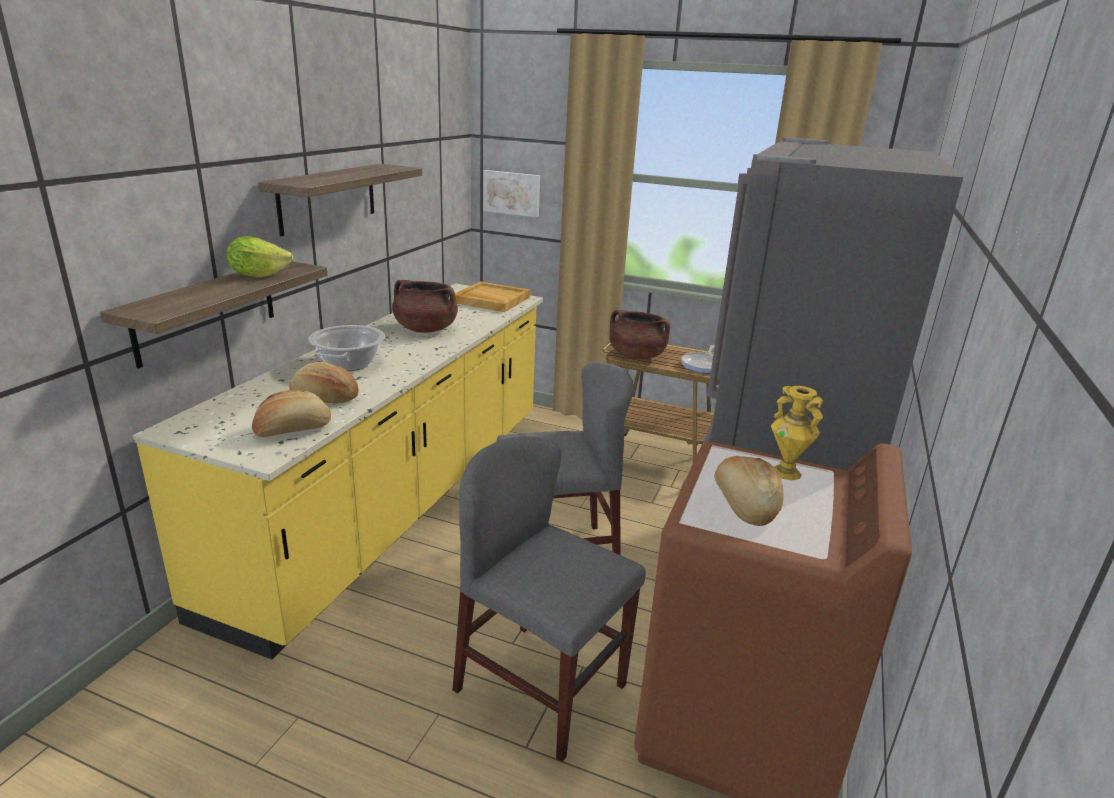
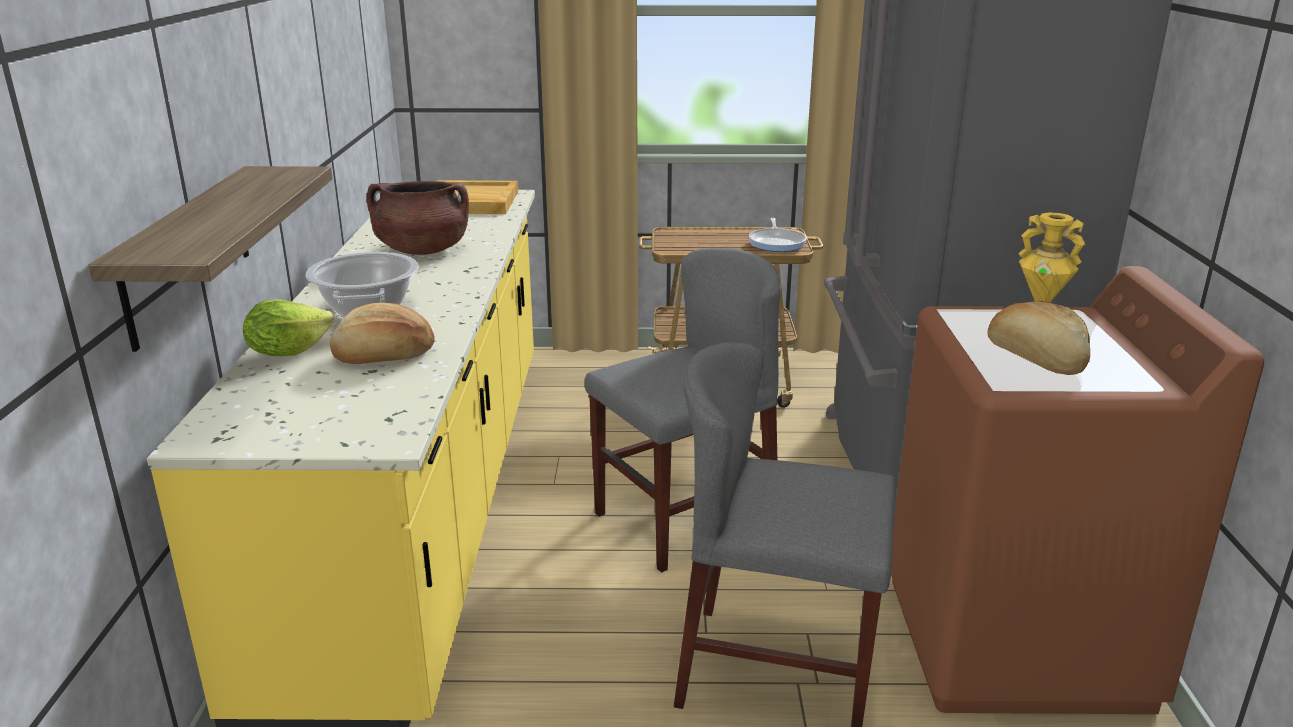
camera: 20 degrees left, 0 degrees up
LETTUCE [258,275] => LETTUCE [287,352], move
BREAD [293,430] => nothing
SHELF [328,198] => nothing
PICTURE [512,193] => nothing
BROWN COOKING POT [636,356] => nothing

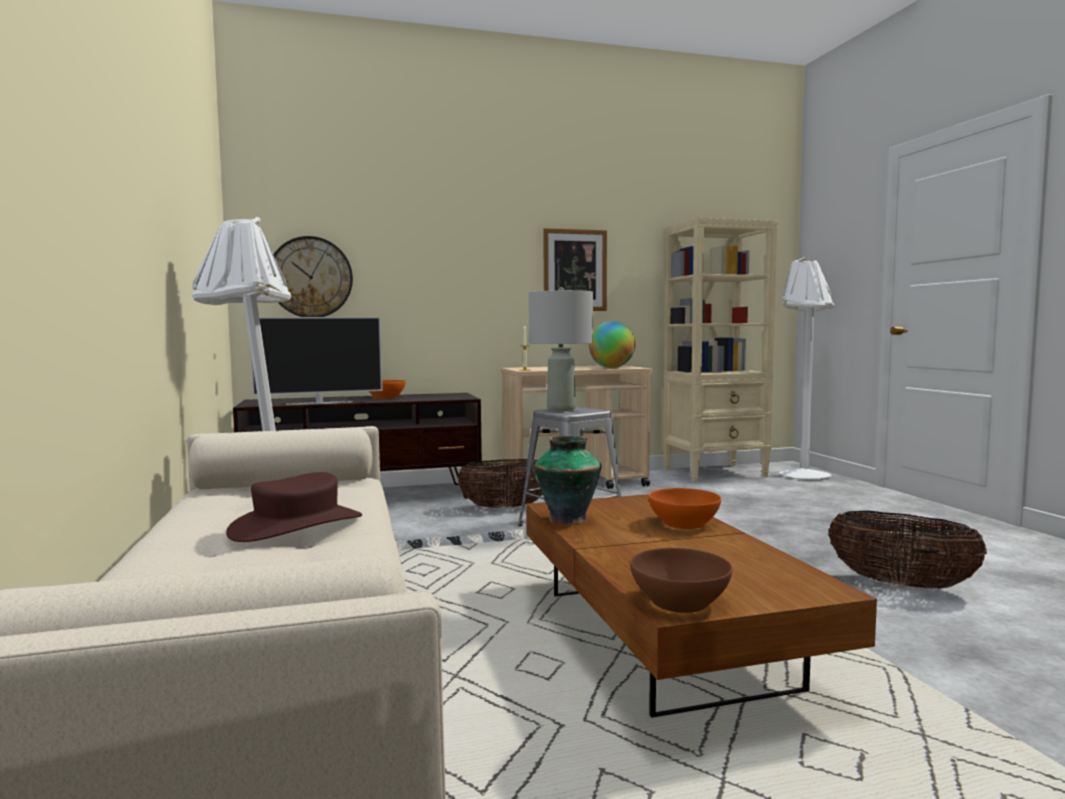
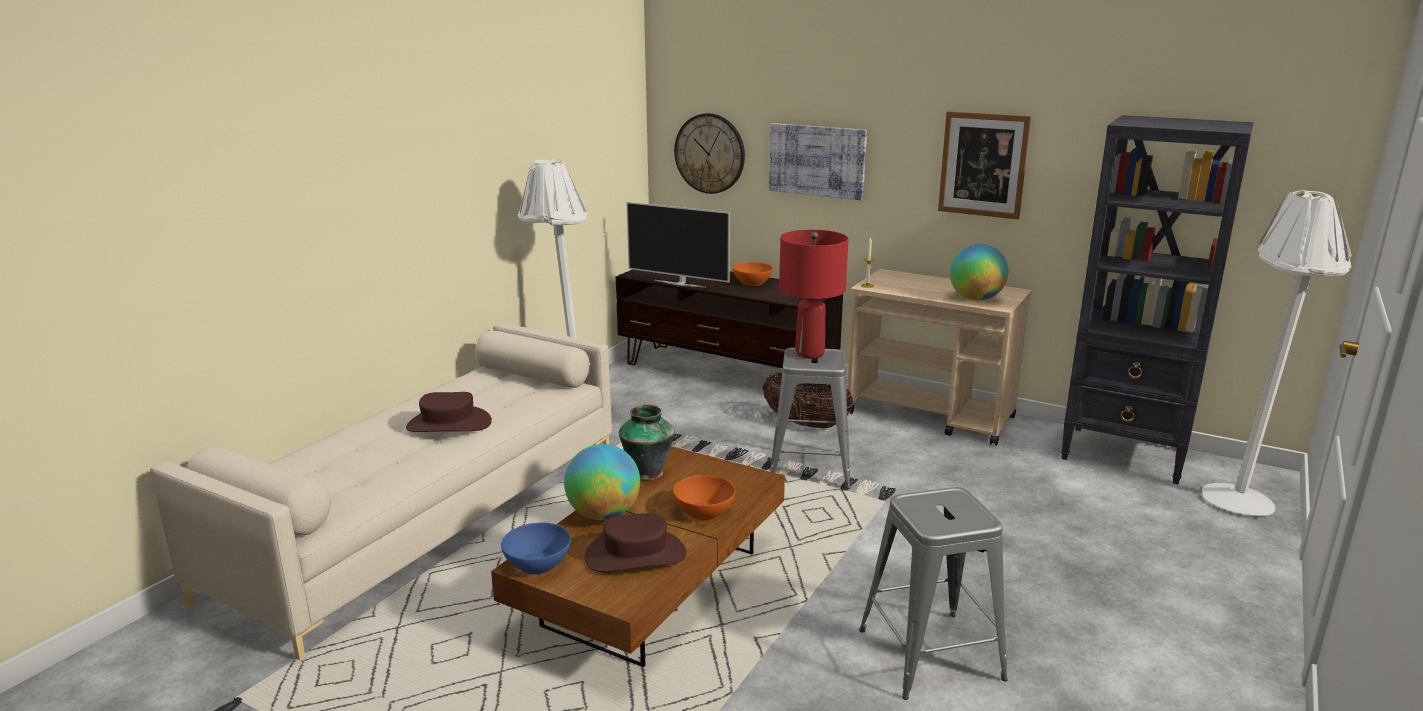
camera: 45 degrees right, 15 degrees up
GREY TABLE LAMP [561,409] => RED TABLE LAMP [810,353]
BROWN BOWL [679,602] => BLUE BOWL [537,563]
BEIGE BOOKCASE [715,473] => BLACK BOOKCASE [1125,455]
BASKET [901,585] => GREY STOOL [930,654]
nothing => GLOBE [603,514]
nothing => BROWN HAT [635,555]
nothing => PICTURE [817,160]

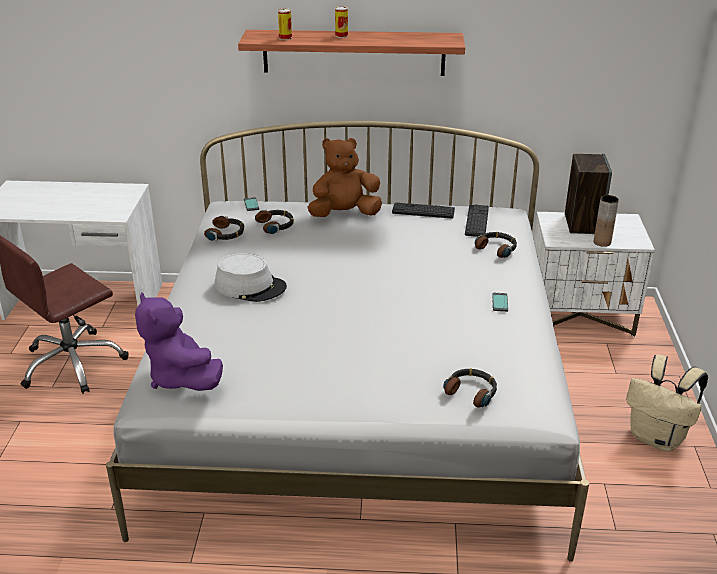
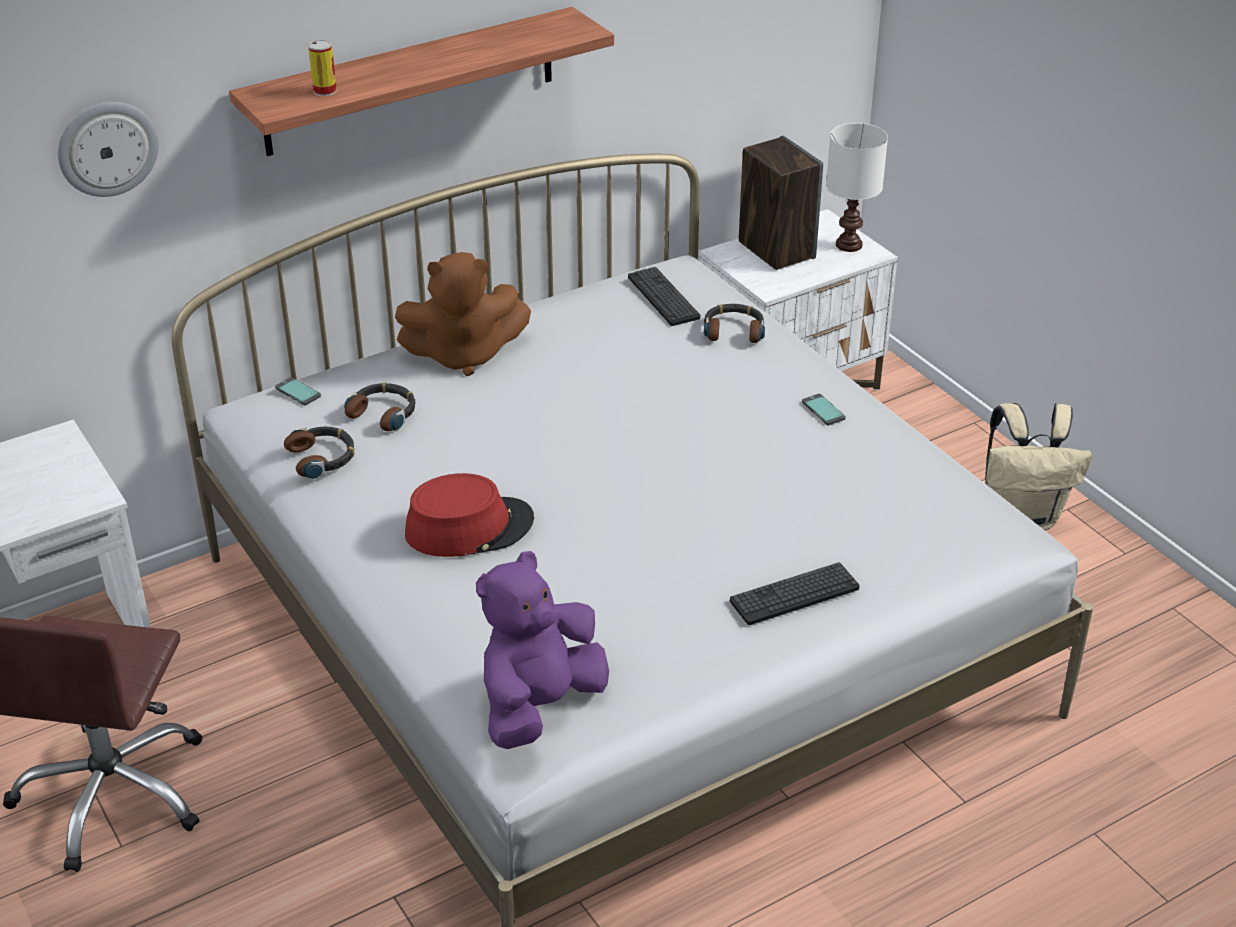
camera: 35 degrees left, 5 degrees up
PURPLE PLUSH TOY [181,377] => PURPLE PLUSH TOY [539,706], 105 degrees clockwise
GREY HAT [250,286] => RED HAT [469,527]
BROWN PLUSH TOY [344,214] => BROWN PLUSH TOY [463,355], 135 degrees counterclockwise
CAN [341,36] => nothing
KEYBOARD [423,211] => KEYBOARD [794,595], move
HEADPHONES [471,391] => nothing
BROWN VASE [602,242] => nothing
nothing => WALL CLOCK [107,148]
nothing => WHITE TABLE LAMP [849,245]

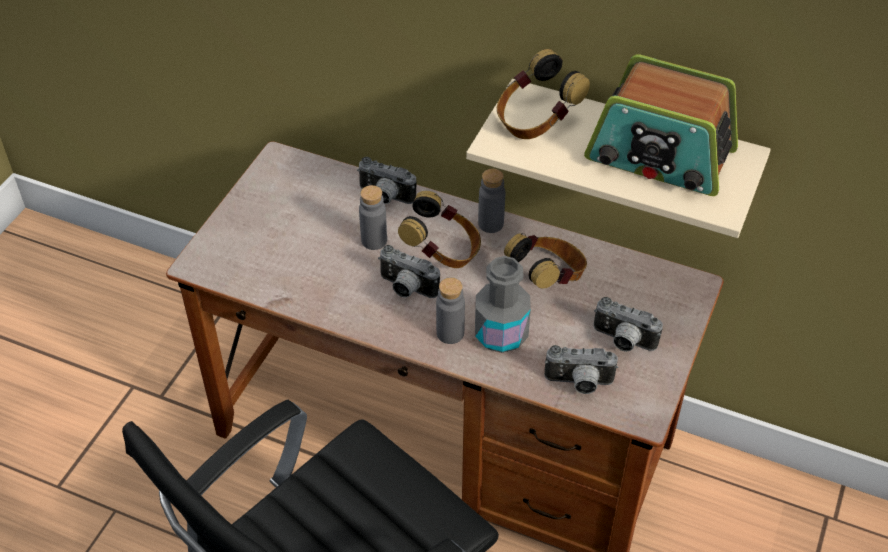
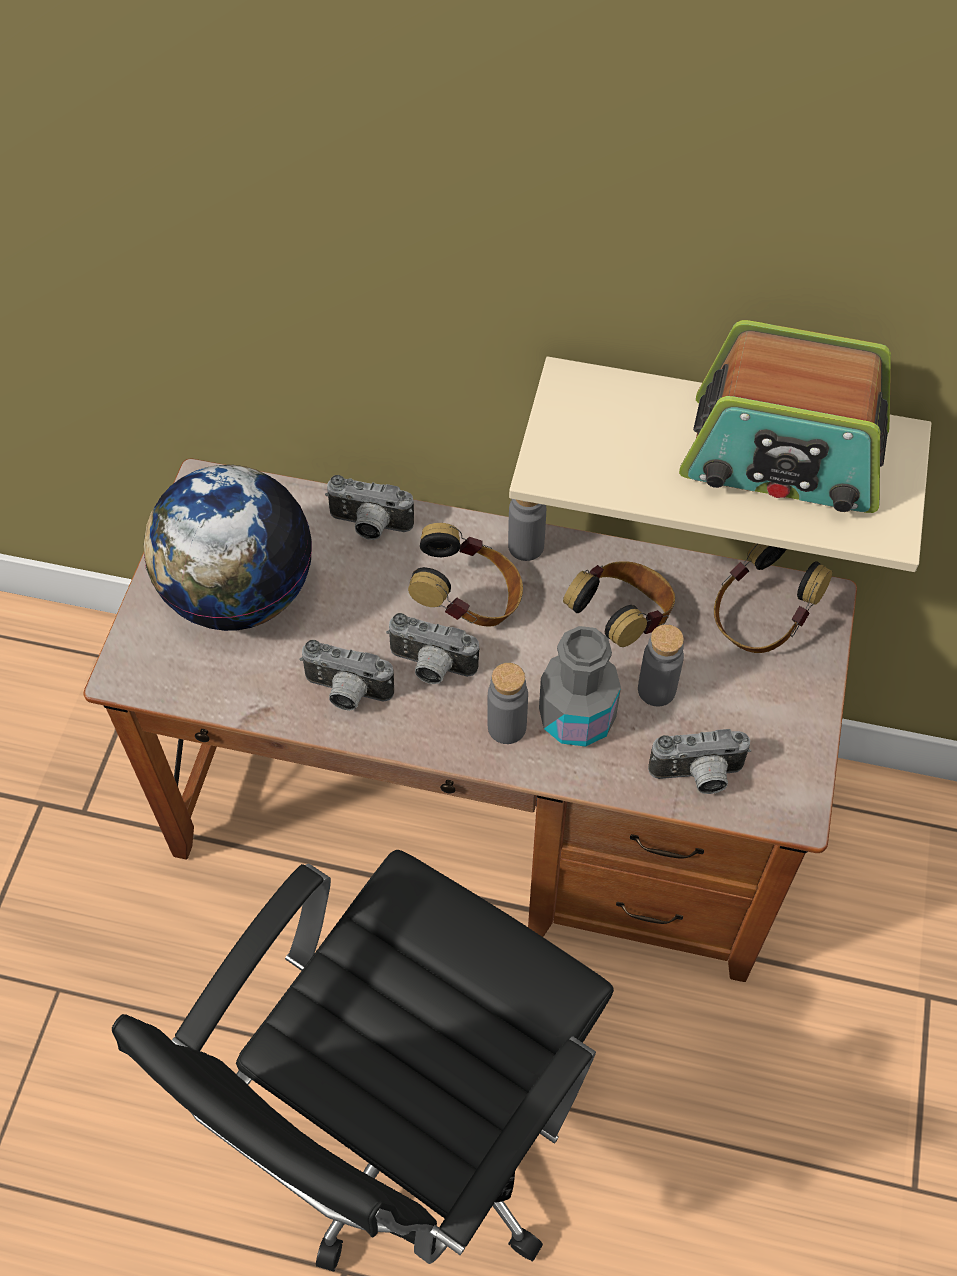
camera: 10 degrees left, 10 degrees up
GREY BOTTLE [374,240] => GREY BOTTLE [656,690], move
HEADPHONES [536,121] => HEADPHONES [759,619], move
PHOTO CAMERA [622,342] => PHOTO CAMERA [346,693], move
nothing => GLOBE [239,593]

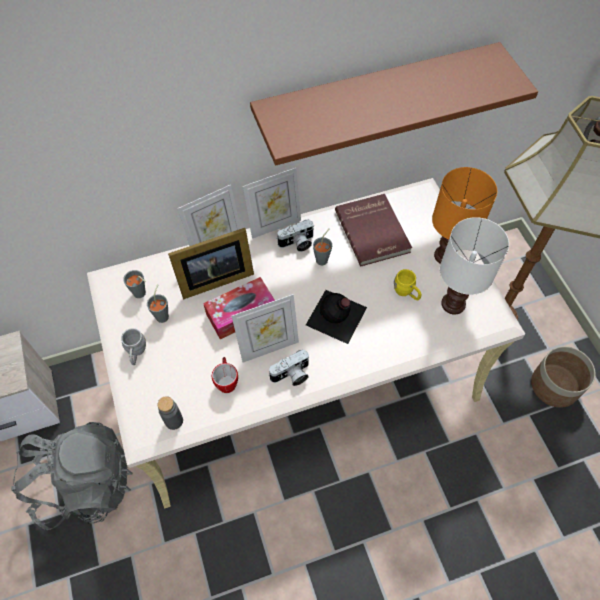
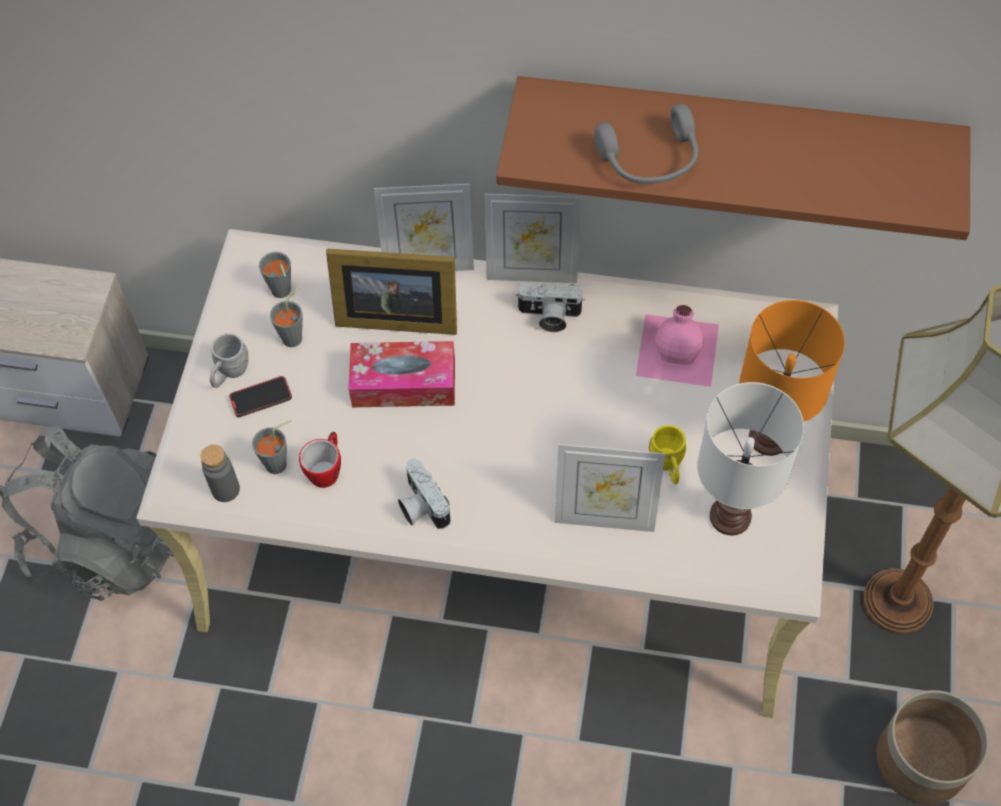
camera: 30 degrees right, 0 degrees up
PICTURE FRAME [268,347] => PICTURE FRAME [604,517], move
PHOTO CAMERA [292,375] => PHOTO CAMERA [420,506], 60 degrees clockwise
BLACK BOTTLE [336,317] => nothing
GREY CUP [323,258] => GREY CUP [280,462], move
RED BOOK [373,231] => PINK BOTTLE [679,349]
nothing => PHONE [261,398]
nothing => GREY HEADPHONES [650,161]

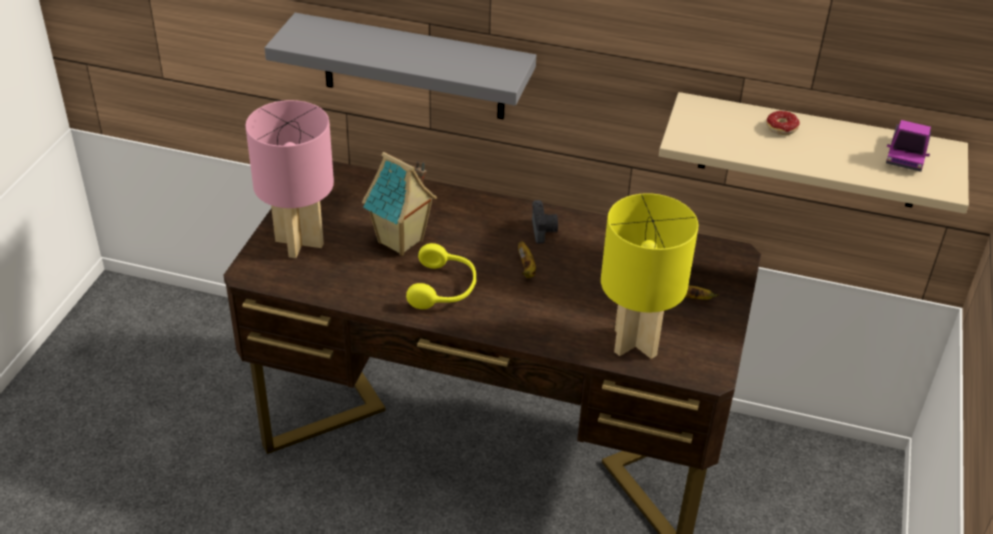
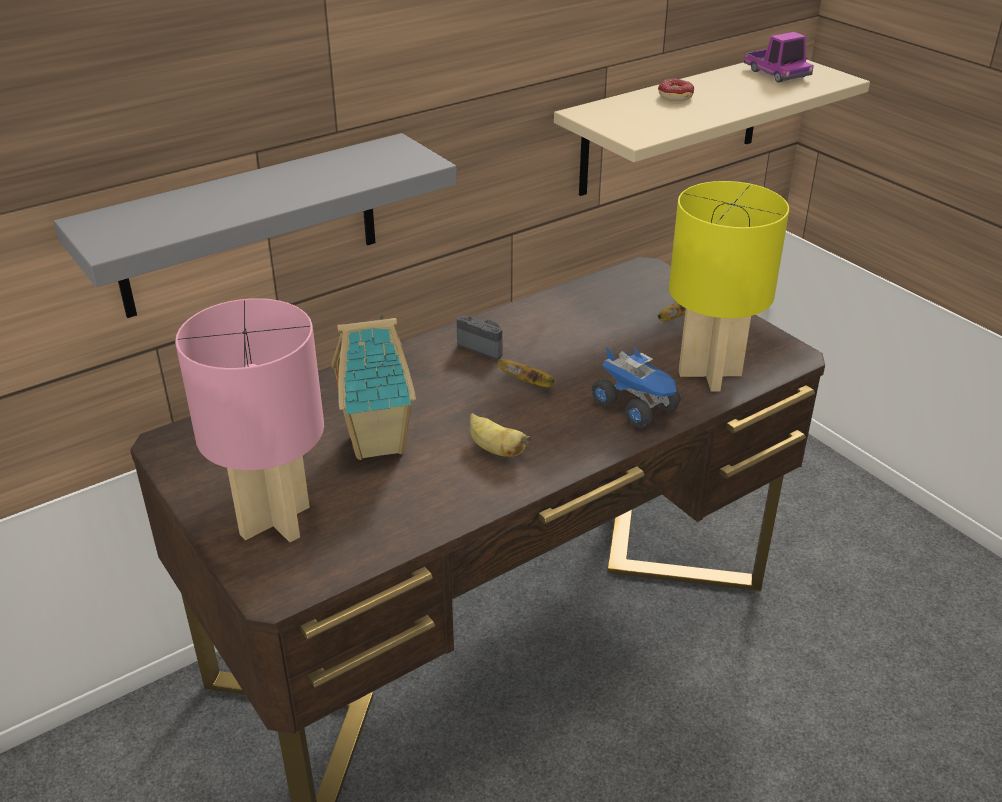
camera: 50 degrees left, 5 degrees down
YELLOW HEADPHONES [444,288] => BANANA [495,449]
nothing => TOY TRUCK [636,407]

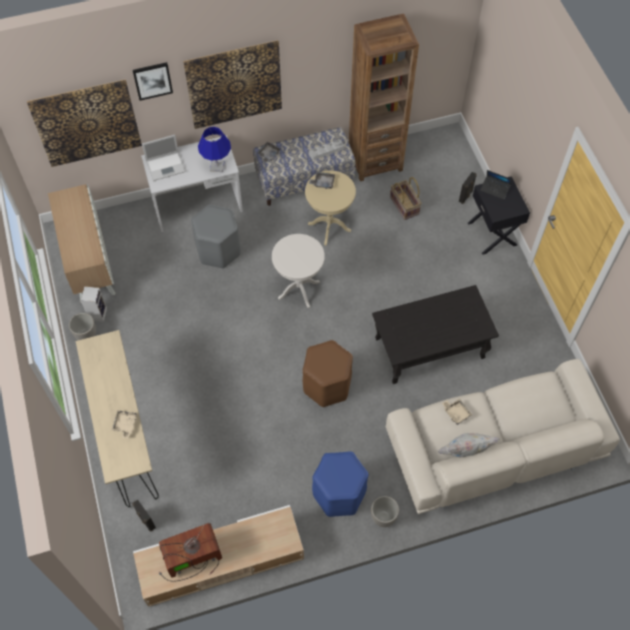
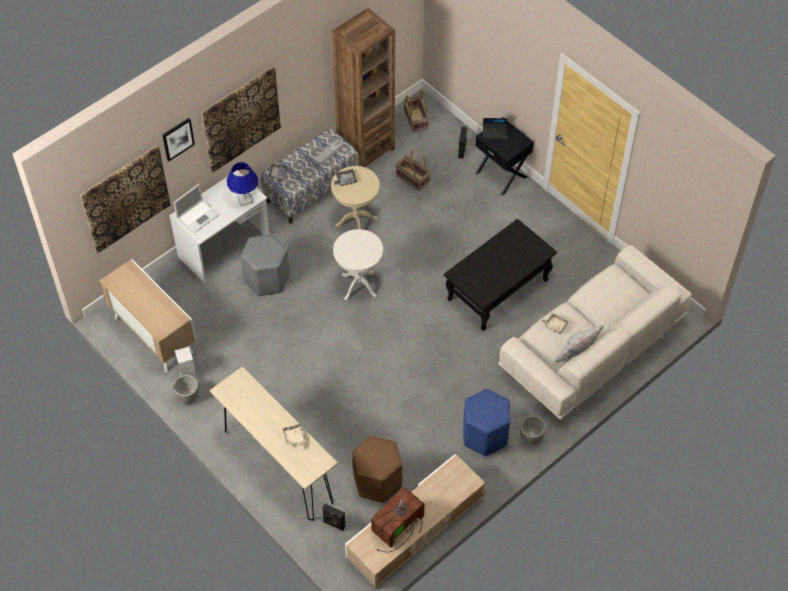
camera: 25 degrees left, 5 degrees down
BROWN STOOL [327,385] => BROWN STOOL [377,482], move
nothing => BASKET [416,120]

